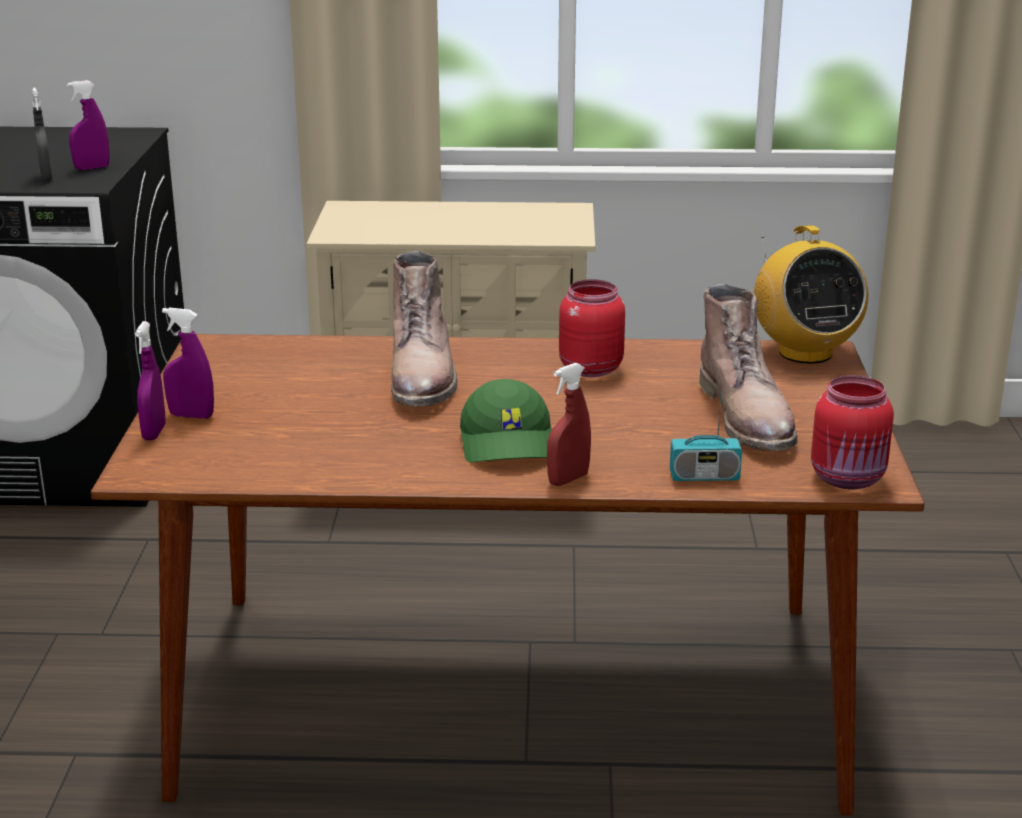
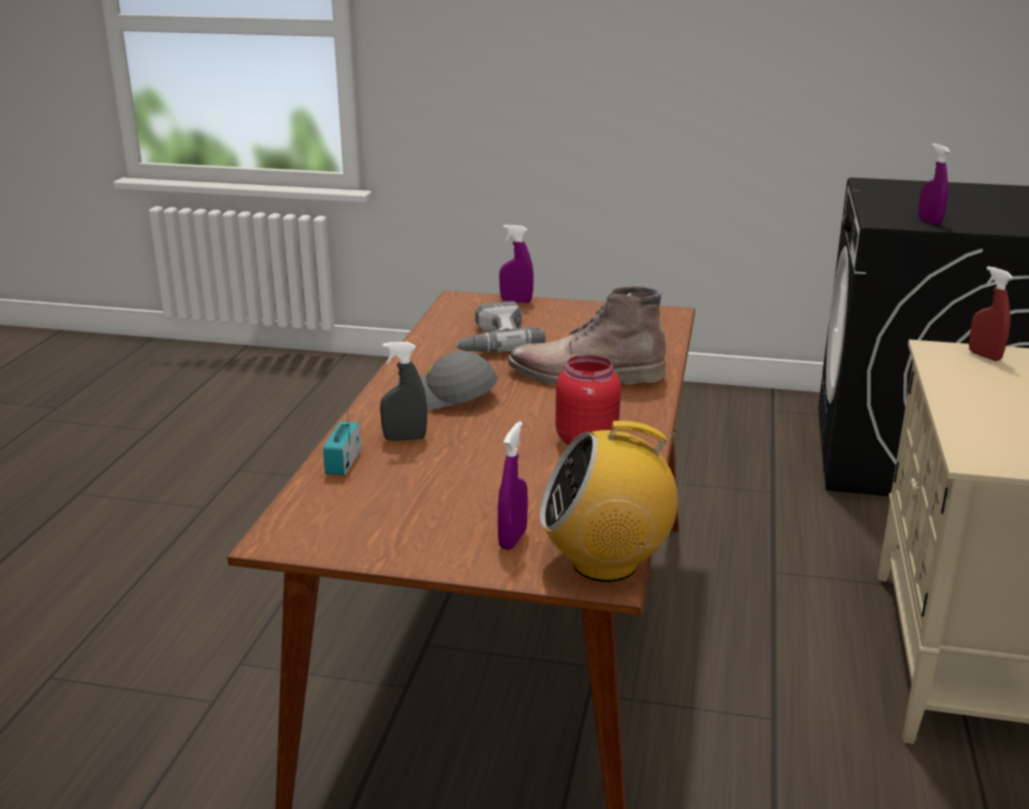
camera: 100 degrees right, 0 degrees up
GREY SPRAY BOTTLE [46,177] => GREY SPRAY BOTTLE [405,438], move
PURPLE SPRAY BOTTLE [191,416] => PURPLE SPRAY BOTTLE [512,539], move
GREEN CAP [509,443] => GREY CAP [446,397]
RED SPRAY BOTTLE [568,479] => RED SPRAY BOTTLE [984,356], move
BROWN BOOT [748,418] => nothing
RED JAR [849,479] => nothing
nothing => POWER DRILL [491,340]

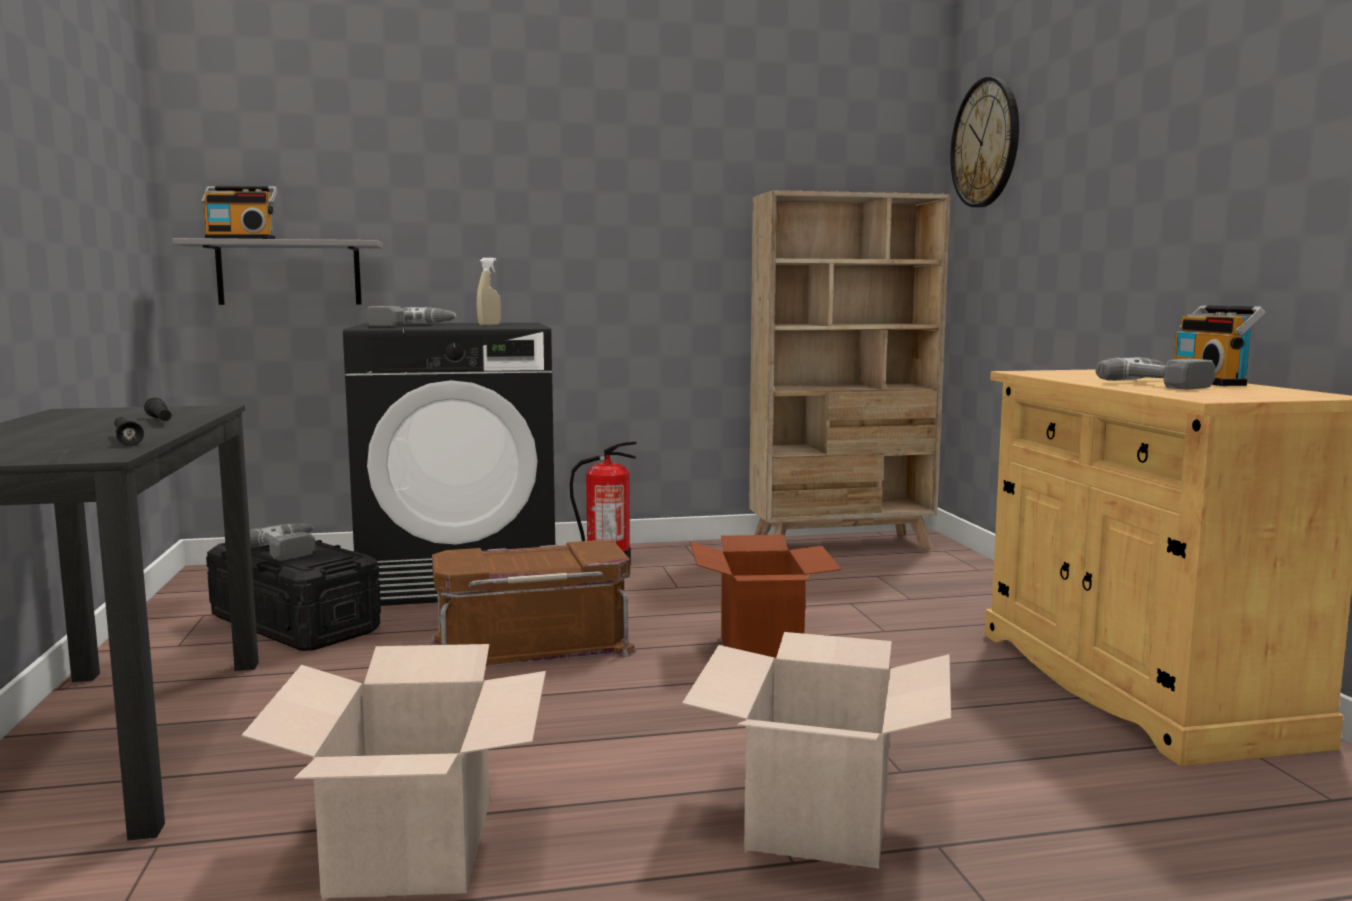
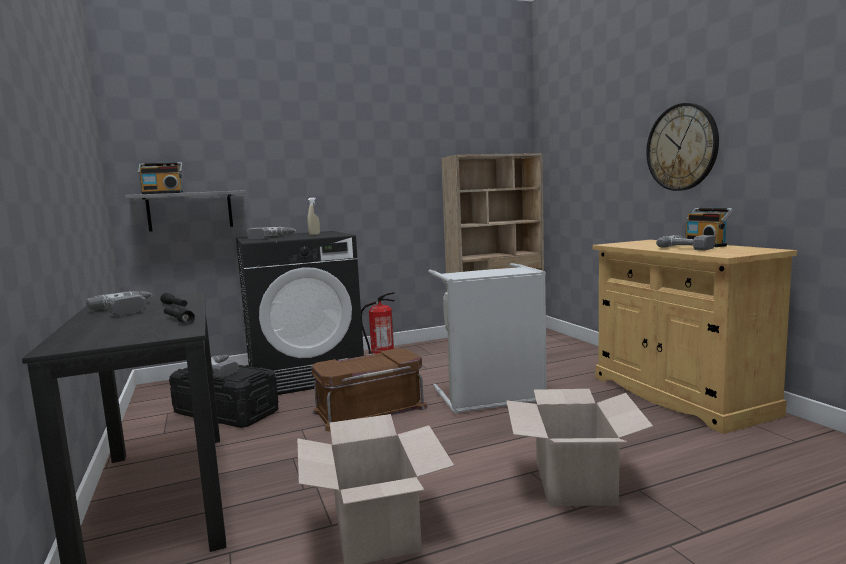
camera: 10 degrees left, 0 degrees up
CARDBOARD BOX [761,650] => GREY LAUNDRY BASKET [491,398]
WALL CLOCK [986,143] => WALL CLOCK [681,147], move
nothing => POWER DRILL [130,309]

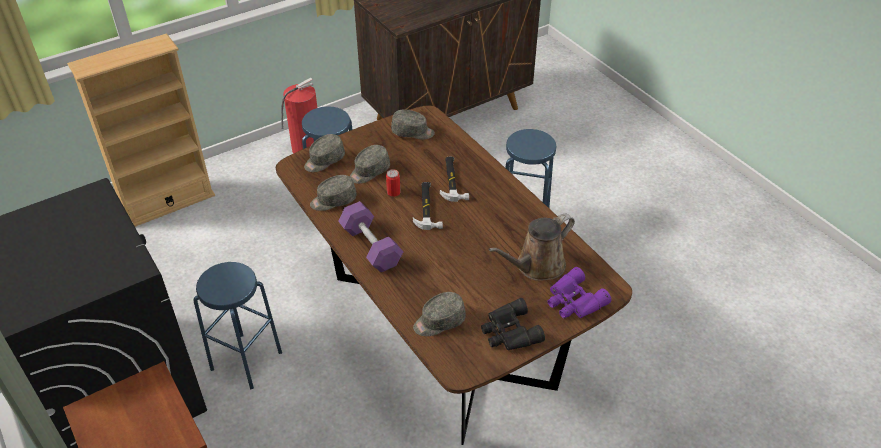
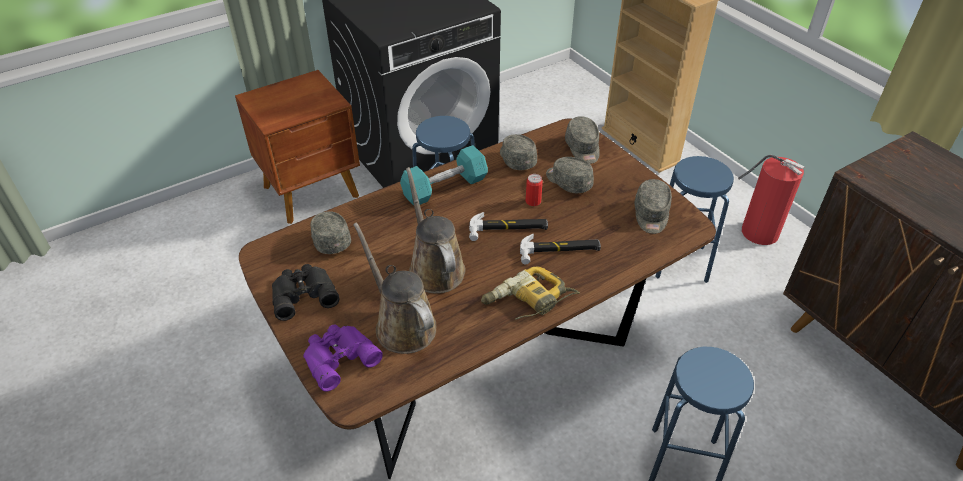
camera: 90 degrees right, 0 degrees up
GREY CAP [324,160] => GREY CAP [583,148], 150 degrees counterclockwise
PURPLE DUMBBELL [371,246] => TURQUOISE DUMBBELL [445,187]
nothing => BROWN WATERING CAN [434,267]
nothing => POWER DRILL [528,302]

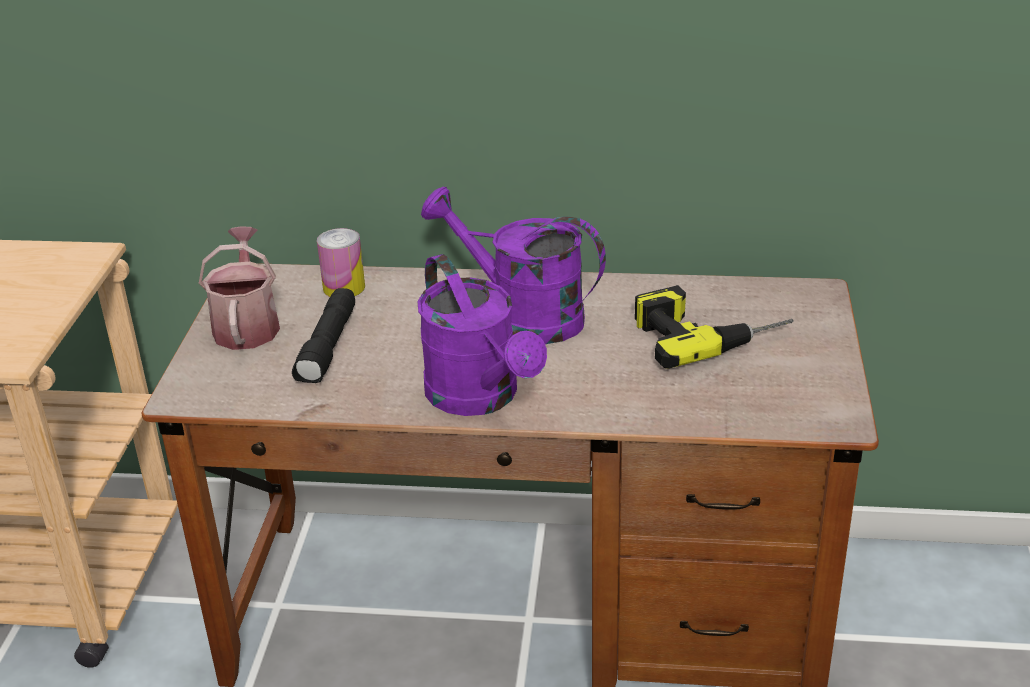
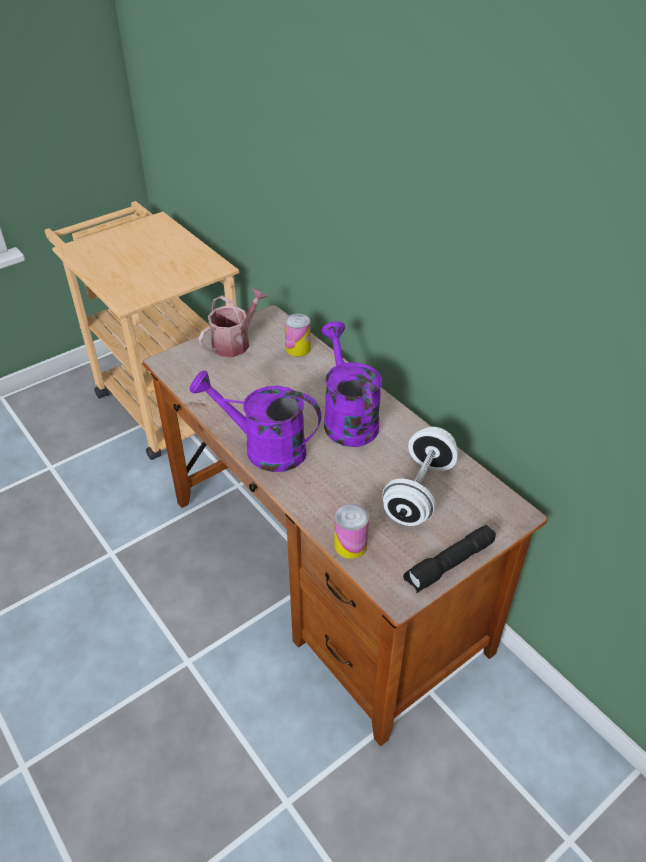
camera: 45 degrees right, 10 degrees up
BLACK FLASHLIGHT [329,348] => BLACK FLASHLIGHT [450,565], move
PURPLE WATERING CAN [480,398] => PURPLE WATERING CAN [264,448], 90 degrees clockwise
POWER DRILL [707,331] => WHITE DUMBBELL [419,492]
nothing => CAN [350,545]

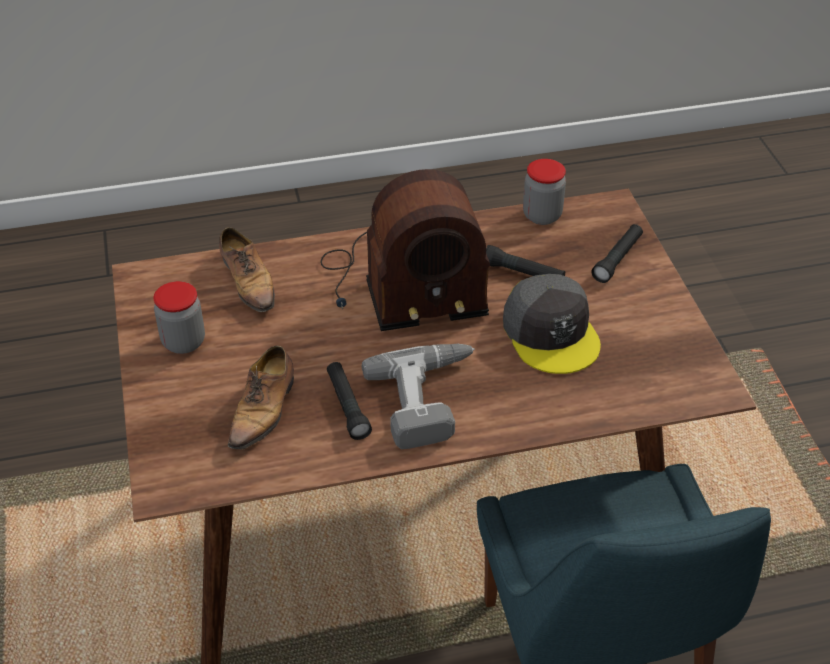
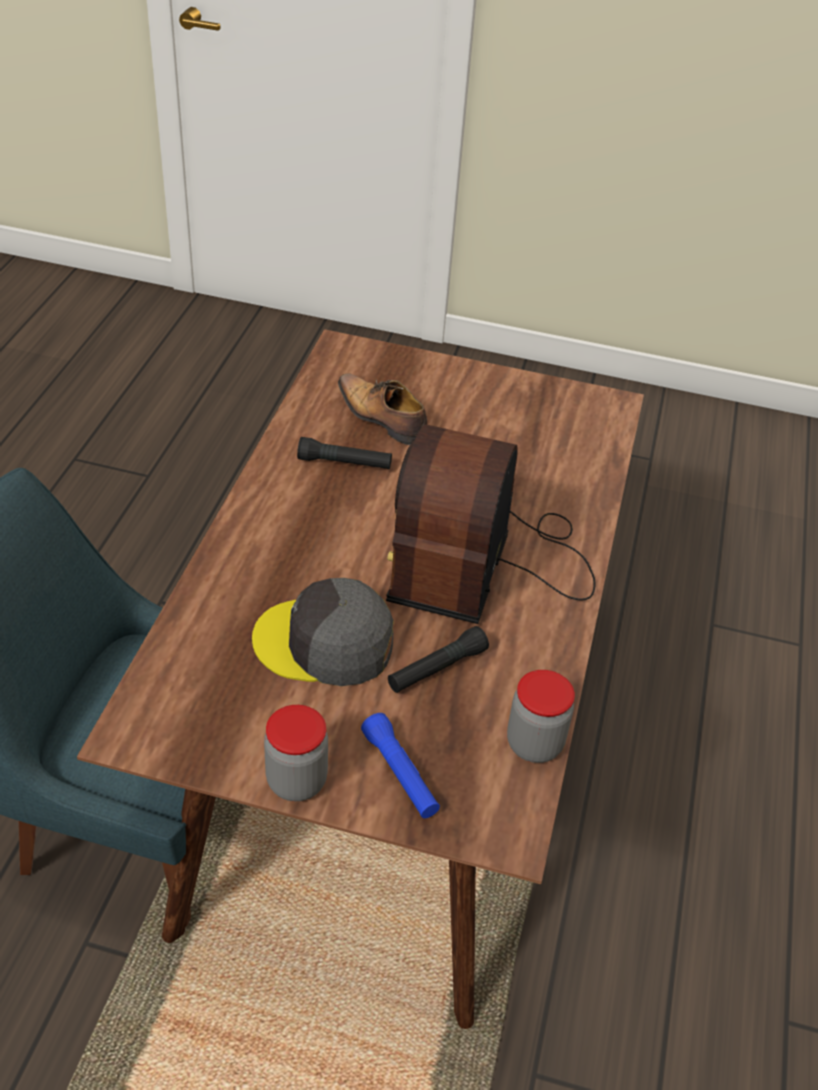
camera: 115 degrees right, 0 degrees up
JAR [183,342] => JAR [296,781], move
SHOE [249,282] => nothing
POWER DRILL [430,400] => nothing
BLACK FLASHLIGHT [617,259] => BLUE FLASHLIGHT [400,774]

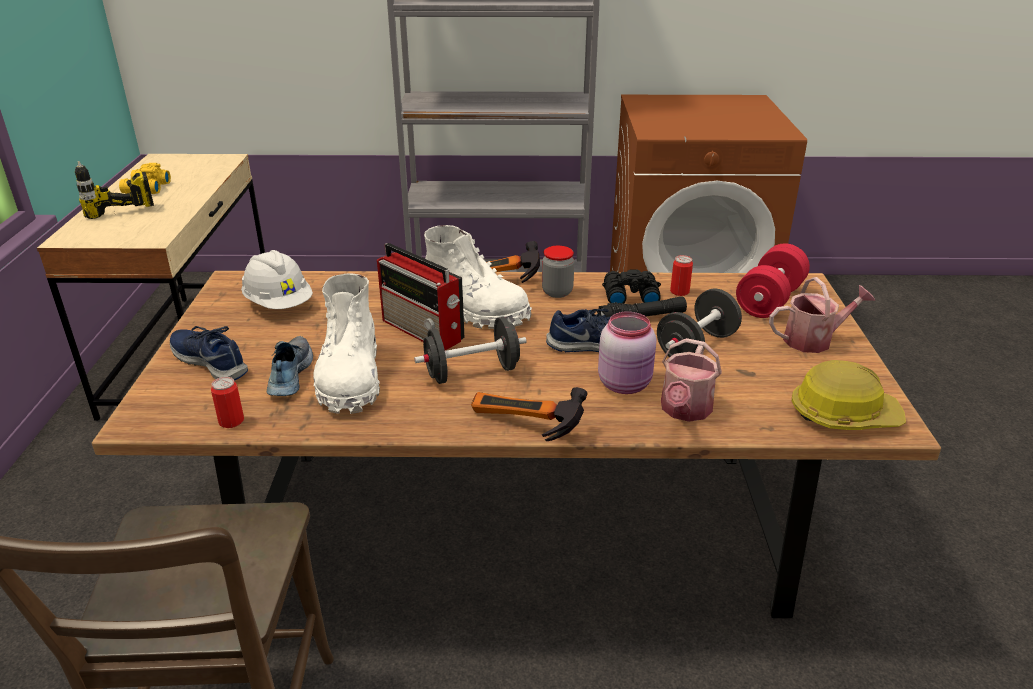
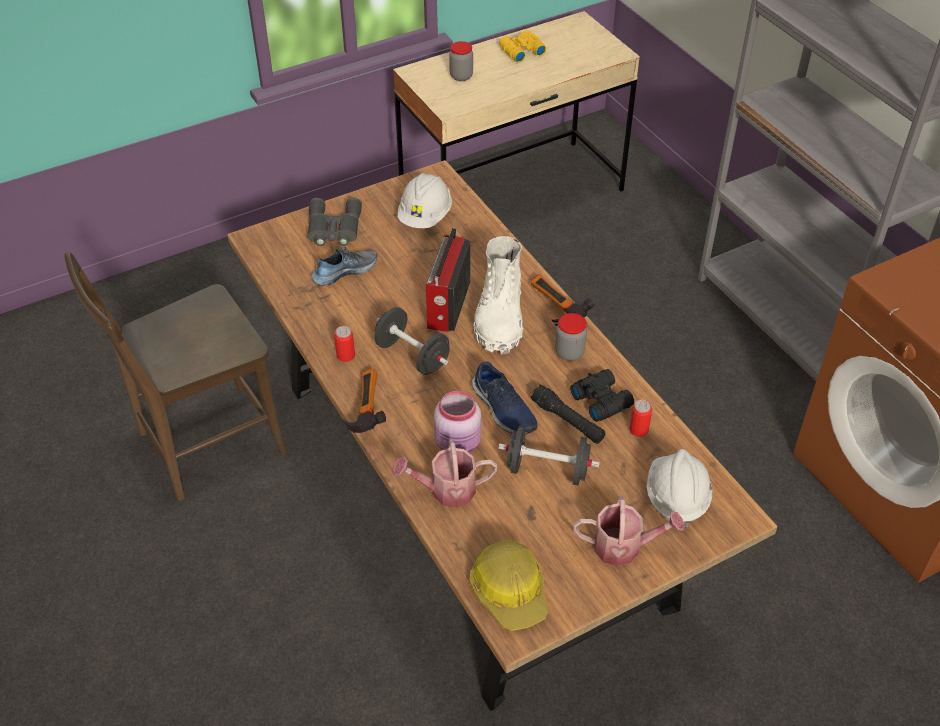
camera: 60 degrees right, 15 degrees up
POWER DRILL [121,221] => JAR [461,76]
BLUE SHOE [211,361] => GREY BINOCULARS [334,229]
CAN [231,421] => CAN [346,356], move
WHITE BOOT [350,378] => nothing
RED DUMBBELL [769,300] => WHITE HARD HAT [676,497]
WATERING CAN [813,340] => WATERING CAN [624,547], 45 degrees counterclockwise

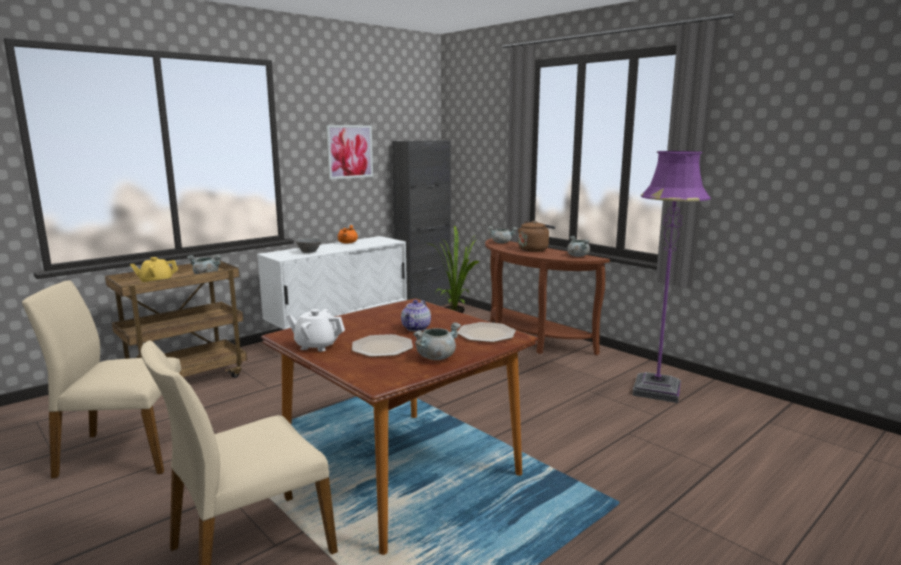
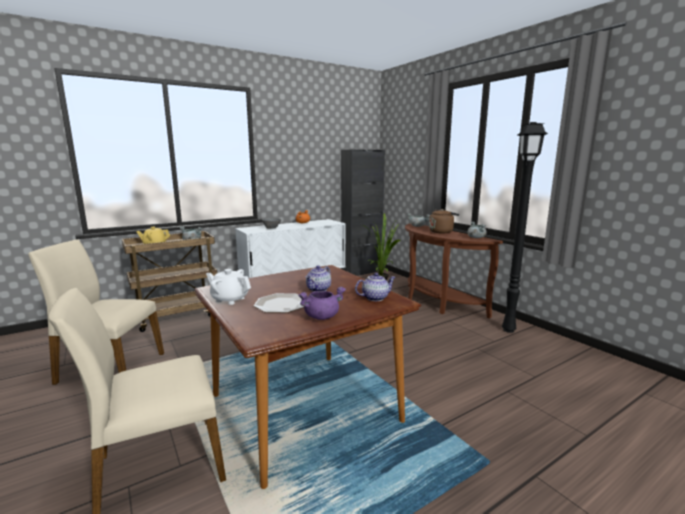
camera: 10 degrees right, 0 degrees up
PICTURE [349,151] => nothing
GREY COOKING POT [436,357] => PURPLE COOKING POT [322,316]
PLATE [485,334] => TEAPOT [375,298]
PURPLE FLOOR LAMP [656,390] => nothing
nothing => BLACK FLOOR LAMP [509,330]

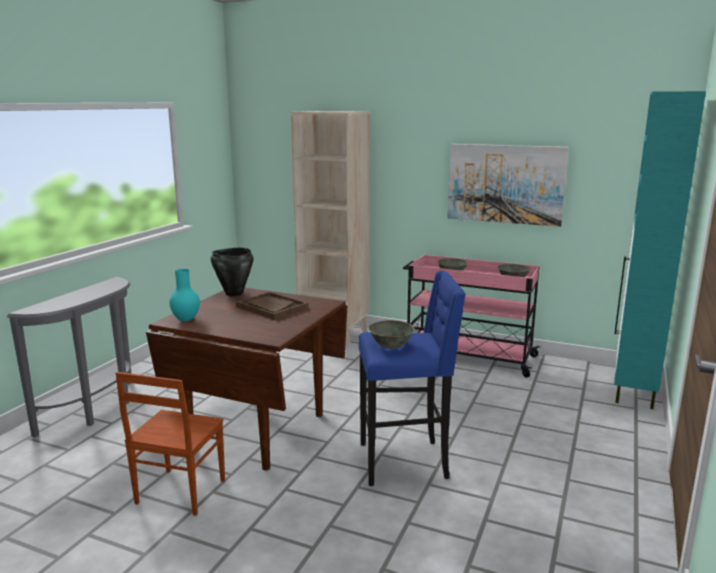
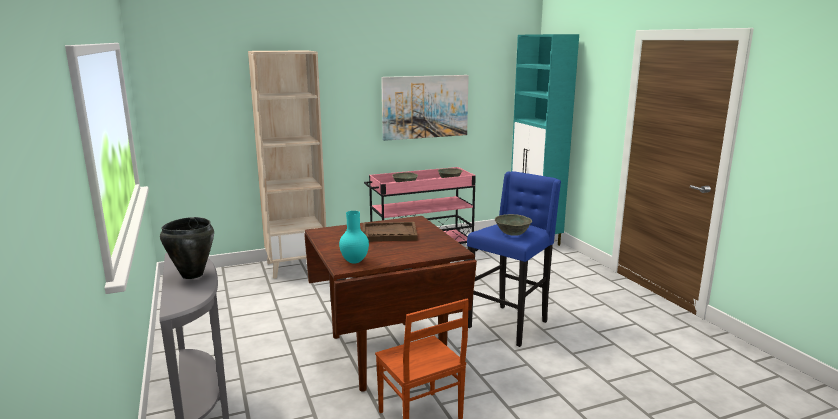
camera: 45 degrees left, 0 degrees up
BLACK COOKING POT [233,294] => BLACK COOKING POT [192,275], move

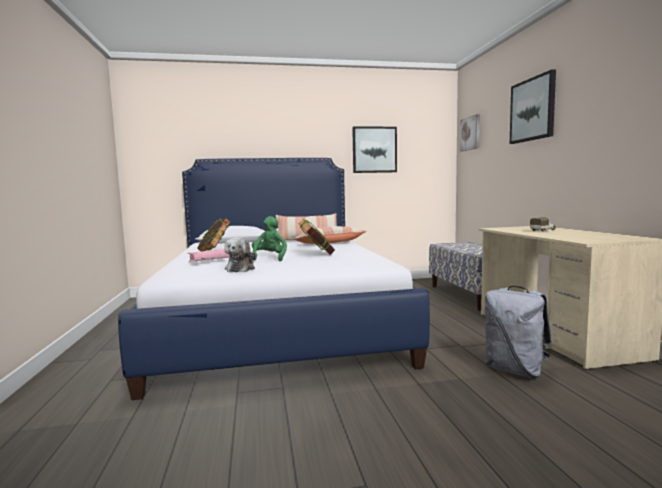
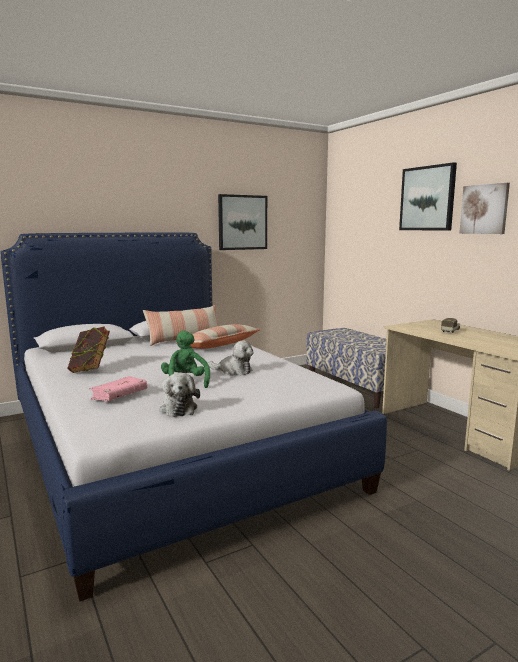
camera: 20 degrees left, 5 degrees up
BOOK [316,254] => PLUSH TOY [233,371]
PICTURE [470,133] => PICTURE [484,209], move
GREY BACKPACK [515,370] => nothing

